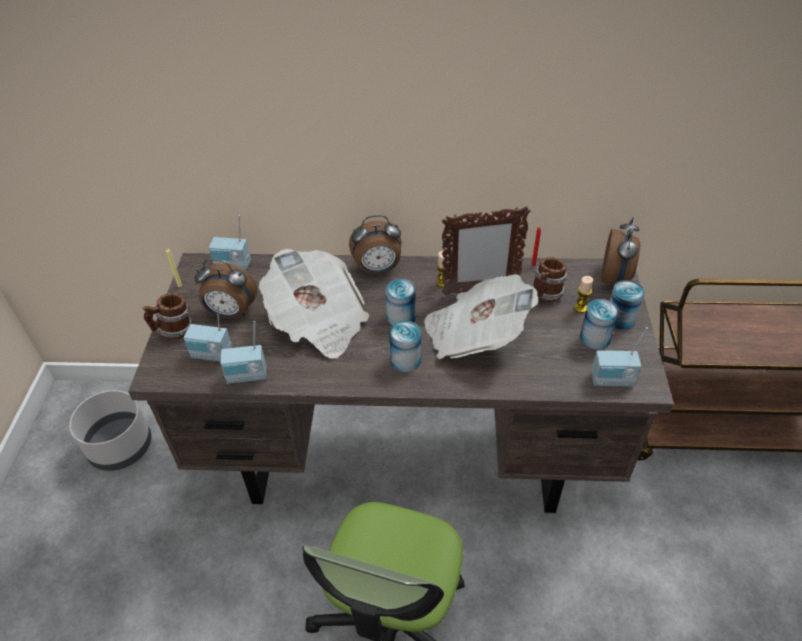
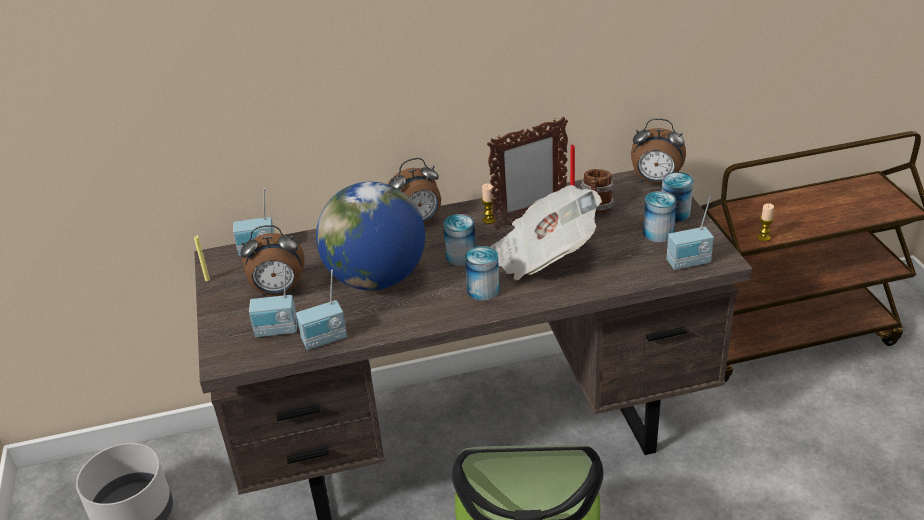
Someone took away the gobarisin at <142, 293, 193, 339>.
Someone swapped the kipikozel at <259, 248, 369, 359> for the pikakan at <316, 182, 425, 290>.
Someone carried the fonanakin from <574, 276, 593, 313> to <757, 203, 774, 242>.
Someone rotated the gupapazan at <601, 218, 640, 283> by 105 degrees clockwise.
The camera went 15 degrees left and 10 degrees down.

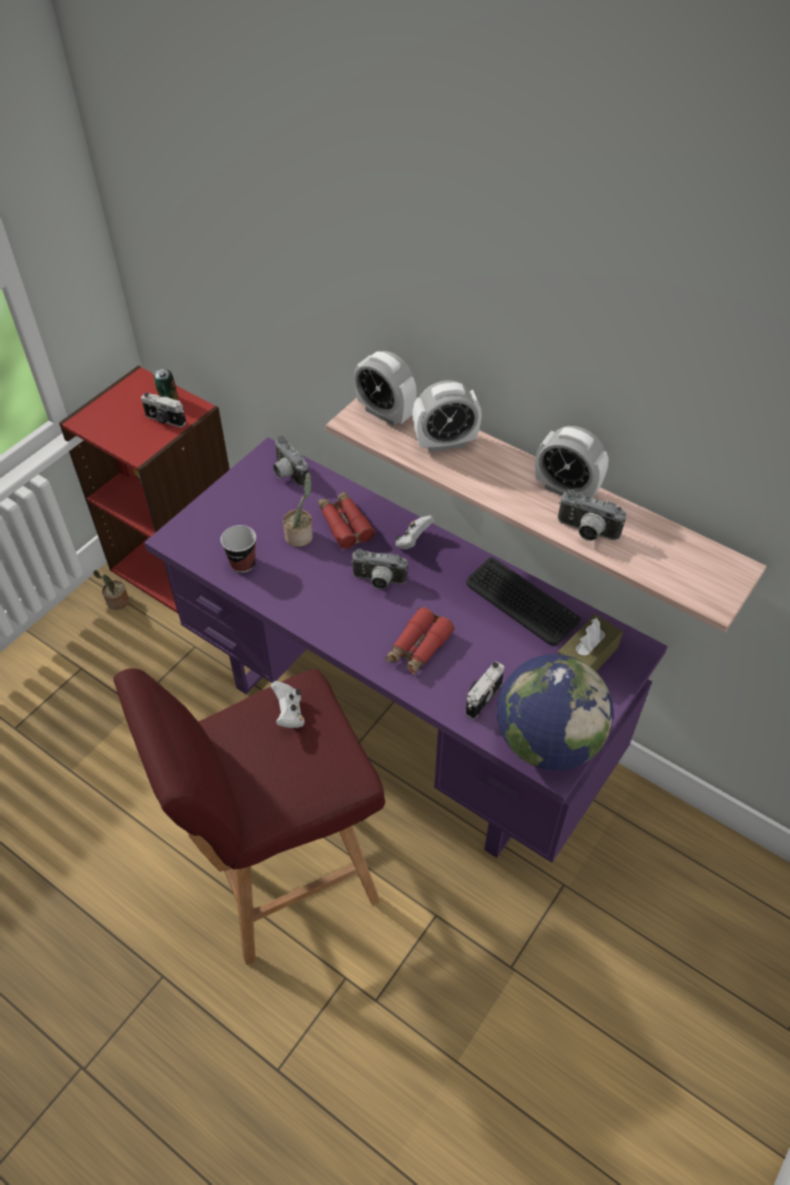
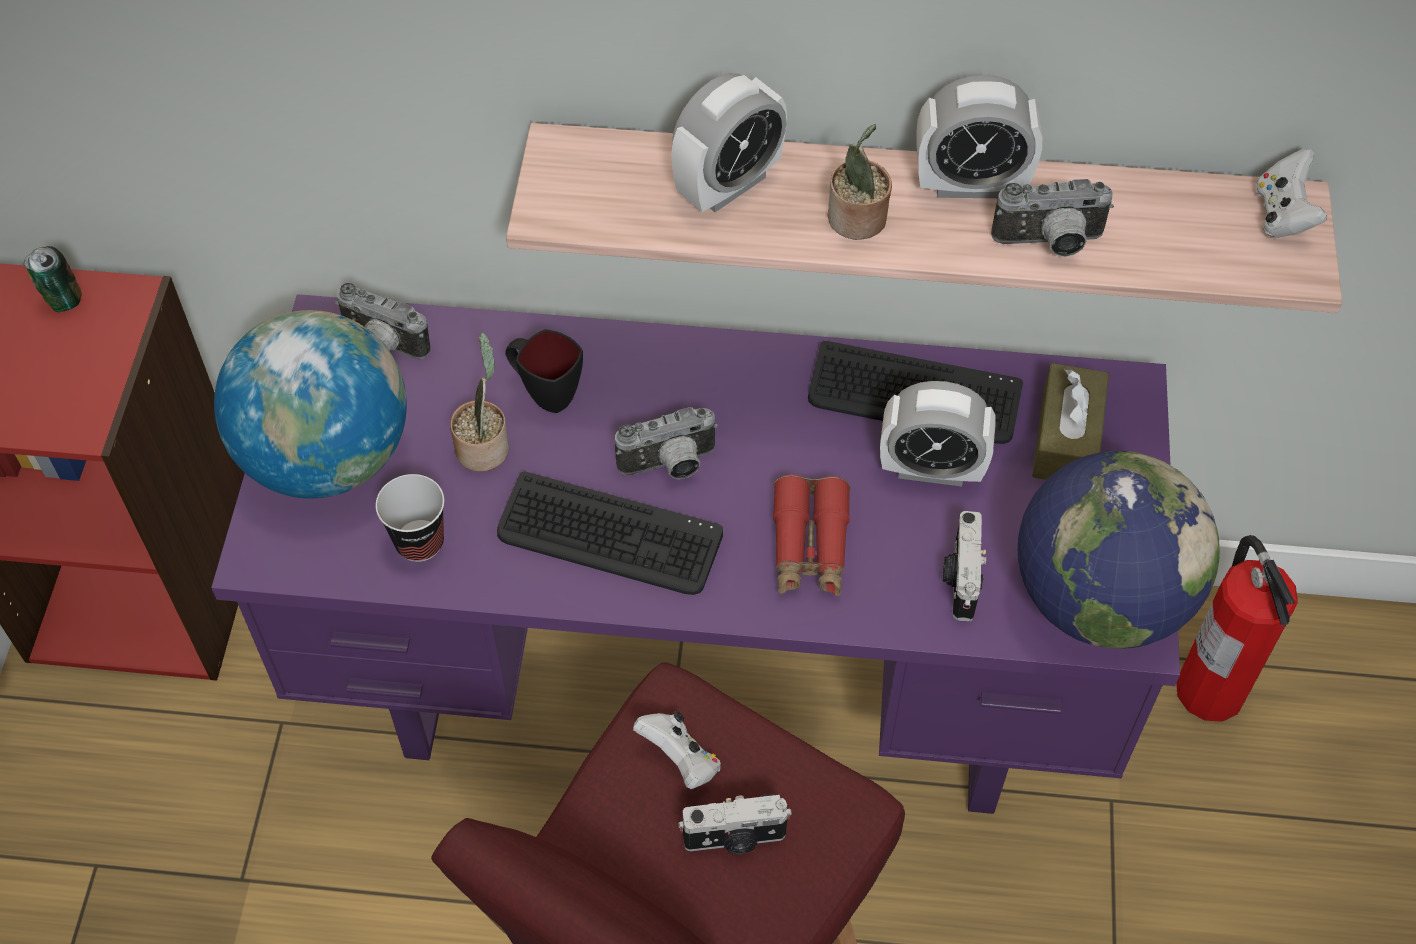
Someone carried the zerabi from <93, 570, 129, 610> to <828, 124, 892, 240>.
Someone carried the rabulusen from <141, 392, 186, 428> to <678, 794, 792, 854>.
Someone swapped the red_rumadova at <318, 491, 375, 549> for the black_gobarisin at <505, 329, 583, 413>.
Someone carried the gupapazan from <354, 351, 417, 426> to <880, 381, 996, 487>.
Someone carried the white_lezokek from <395, 515, 435, 549> to <1256, 149, 1327, 238>.
Someone put down the pikakan at <214, 310, 407, 499>.
Someone put down the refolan at <497, 472, 723, 595>.
Someone put down the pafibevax at <1176, 535, 1298, 722>.
The camera went 30 degrees left and 5 degrees up.

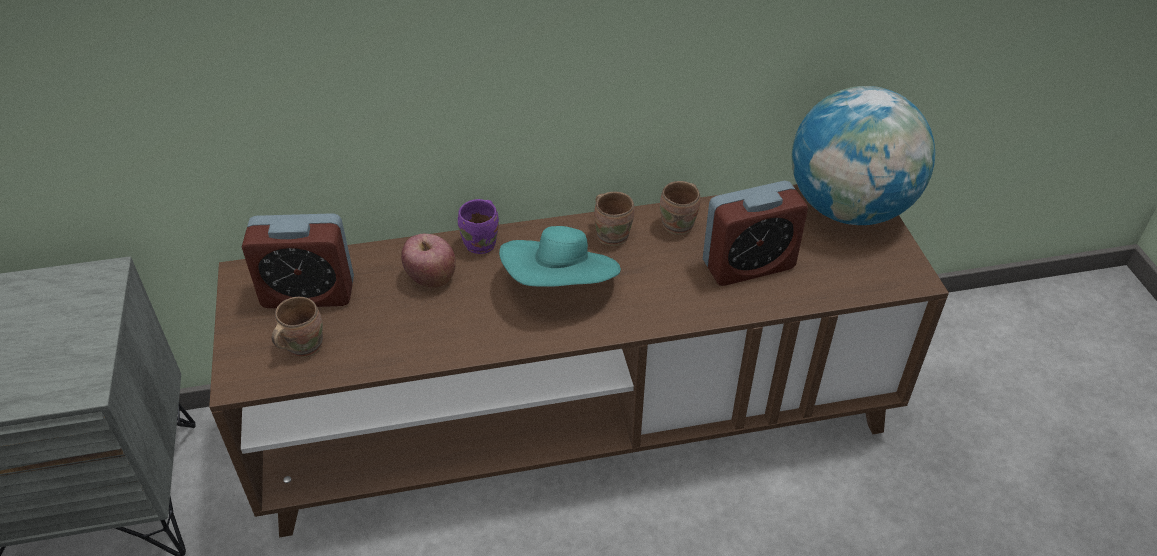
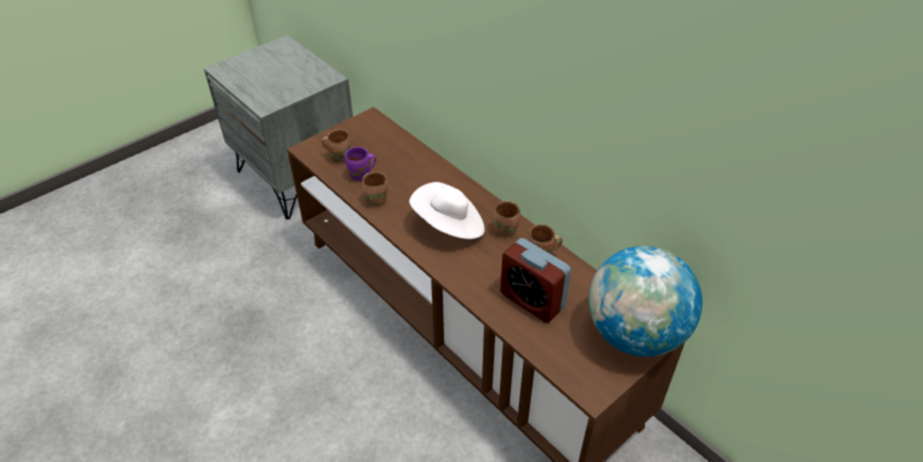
Someone took away the gupapazan at <242, 213, 354, 308>.
Someone took away the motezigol at <401, 234, 456, 288>.
Someone carried the purple_gobarisin from <458, 199, 499, 254> to <345, 147, 376, 181>.
Someone repainted the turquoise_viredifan at <499, 226, 621, 287>, which became the white_viredifan at <409, 182, 485, 239>.
Someone put down the brown_gobarisin at <362, 172, 388, 207>.
The camera went 60 degrees right and 0 degrees up.

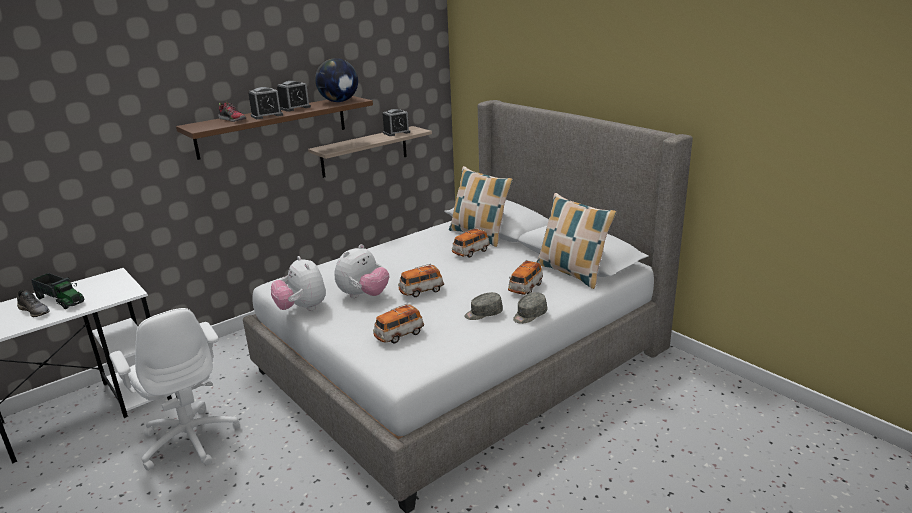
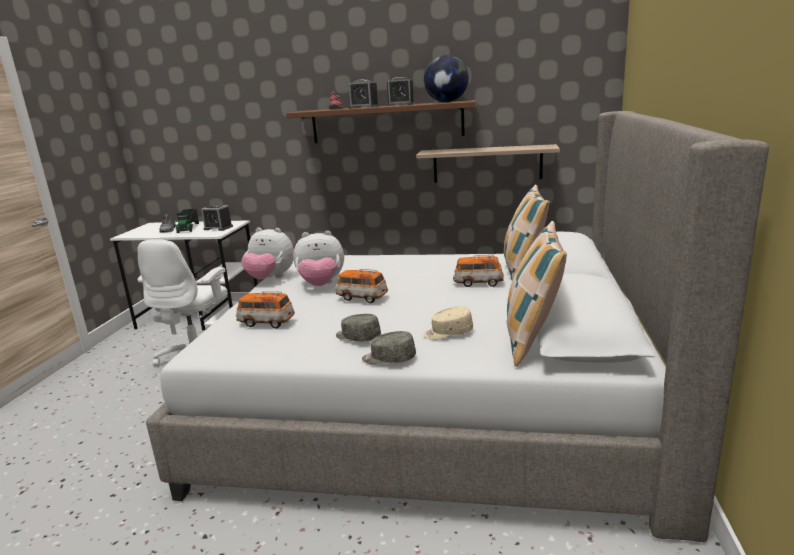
Someone rotated the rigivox at <271, 256, 326, 311> by 90 degrees counterclockwise.
Someone carried the gupapazan from <383, 109, 410, 136> to <201, 204, 233, 231>.
Someone swapped the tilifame at <508, 260, 543, 295> for the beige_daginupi at <423, 306, 473, 340>.
The camera went 50 degrees right and 5 degrees down.

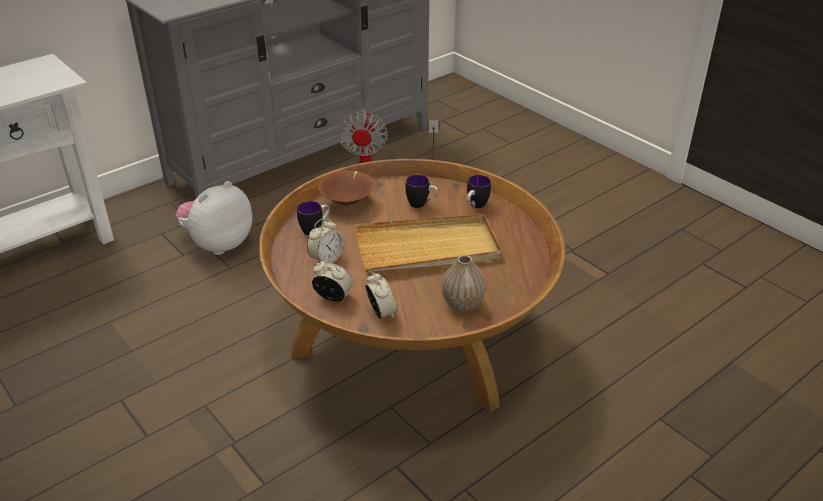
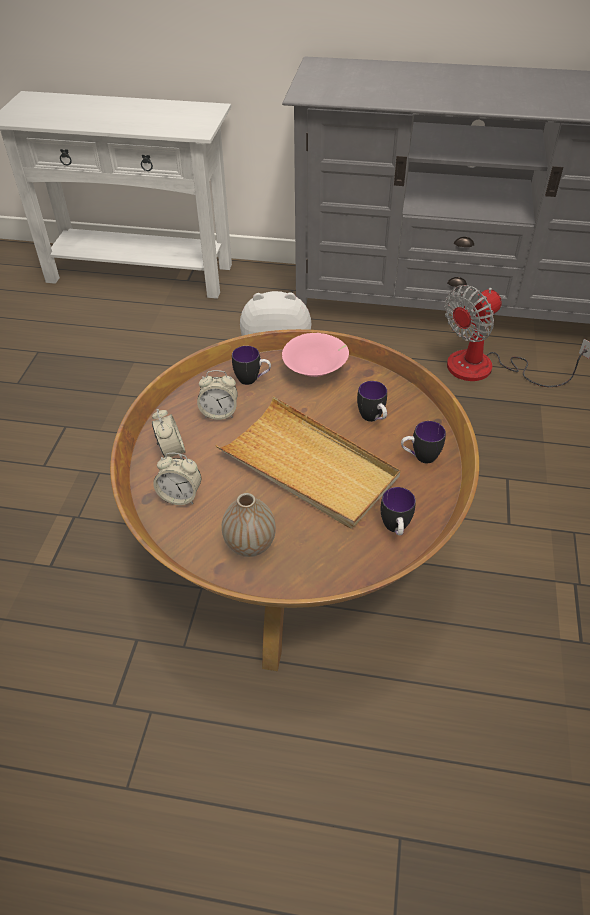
Someone repainted the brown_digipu at <318, 170, 374, 207>, which became the pink_digipu at <282, 333, 349, 377>.
Someone rotated the gupapazan at <366, 272, 398, 319> by 75 degrees clockwise.
Someone put down the gobarisin at <381, 487, 416, 535>.
The camera went 50 degrees right and 10 degrees up.

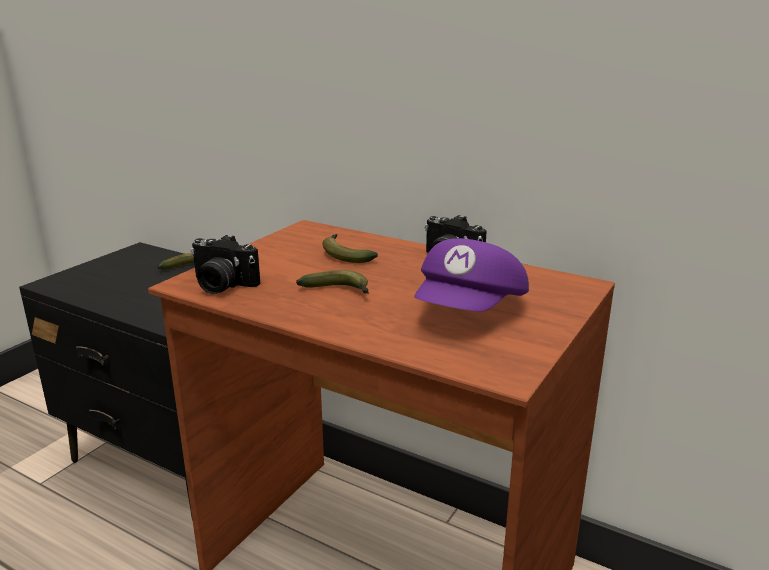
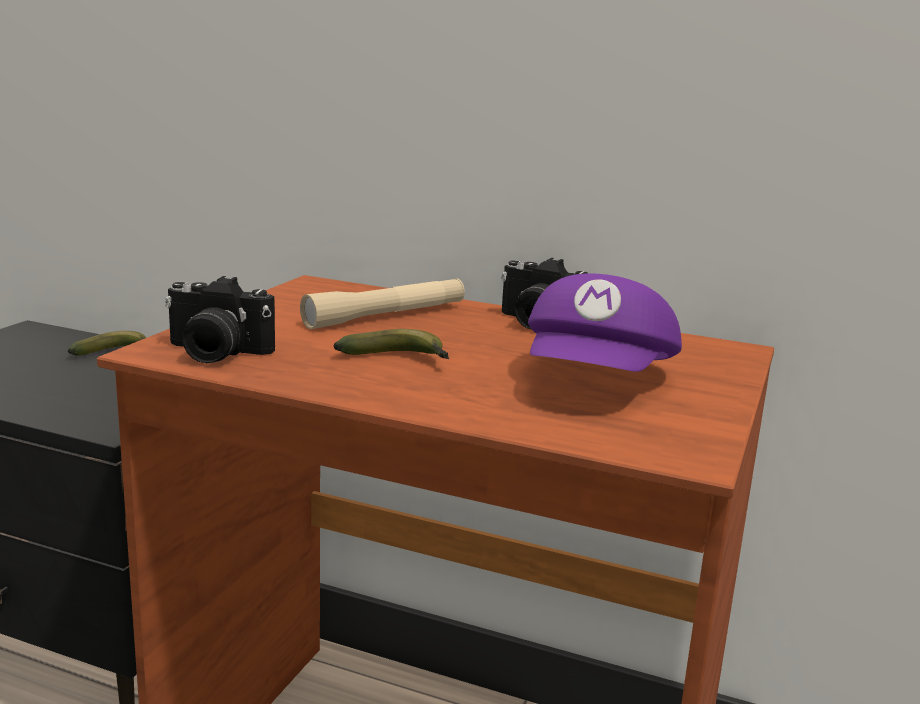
Someone swapped the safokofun at <322, 234, 378, 263> for the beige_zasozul at <300, 278, 465, 329>.
The camera went 10 degrees left and 5 degrees down.

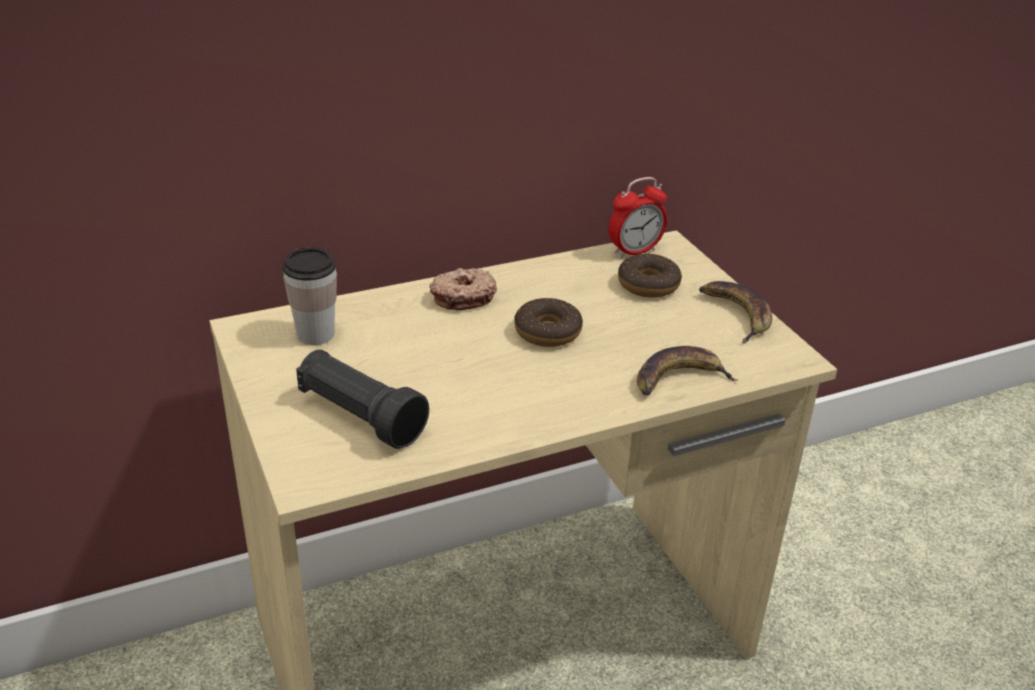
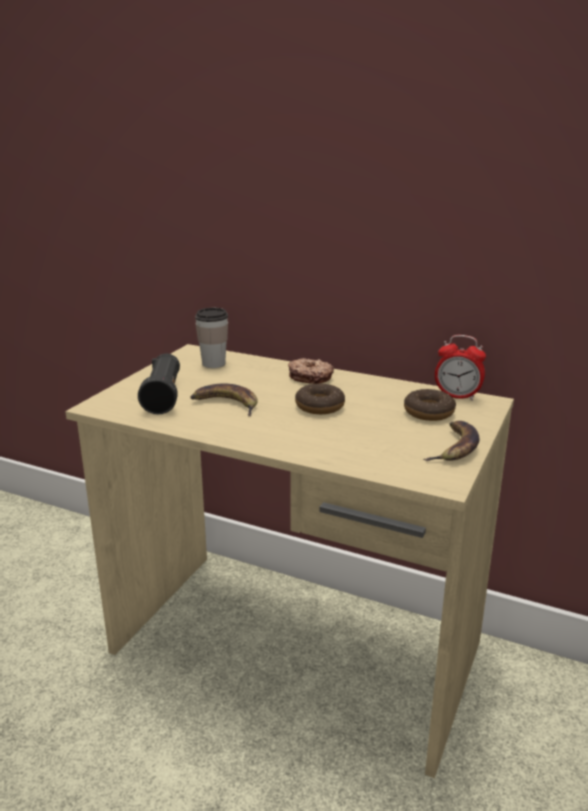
Someone carried the safokofun from <637, 346, 738, 395> to <190, 383, 258, 416>.
The camera went 50 degrees right and 10 degrees down.

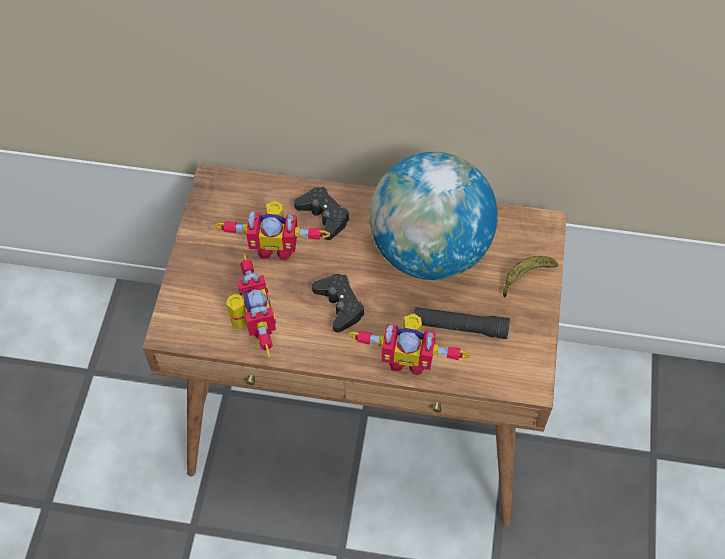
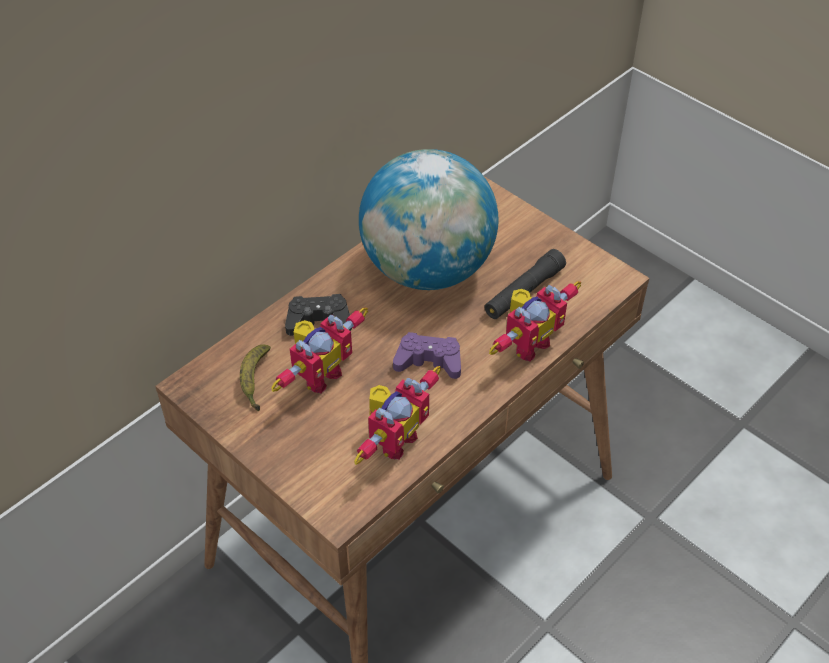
Someone rotated the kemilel at <226, 253, 276, 357> by 105 degrees clockwise.
Someone repainted the black_lezokek at <312, 274, 365, 333>, which became the purple_lezokek at <393, 332, 461, 379>.
Someone carried the safokofun from <503, 256, 558, 297> to <240, 344, 271, 412>.
The camera went 55 degrees left and 10 degrees down.

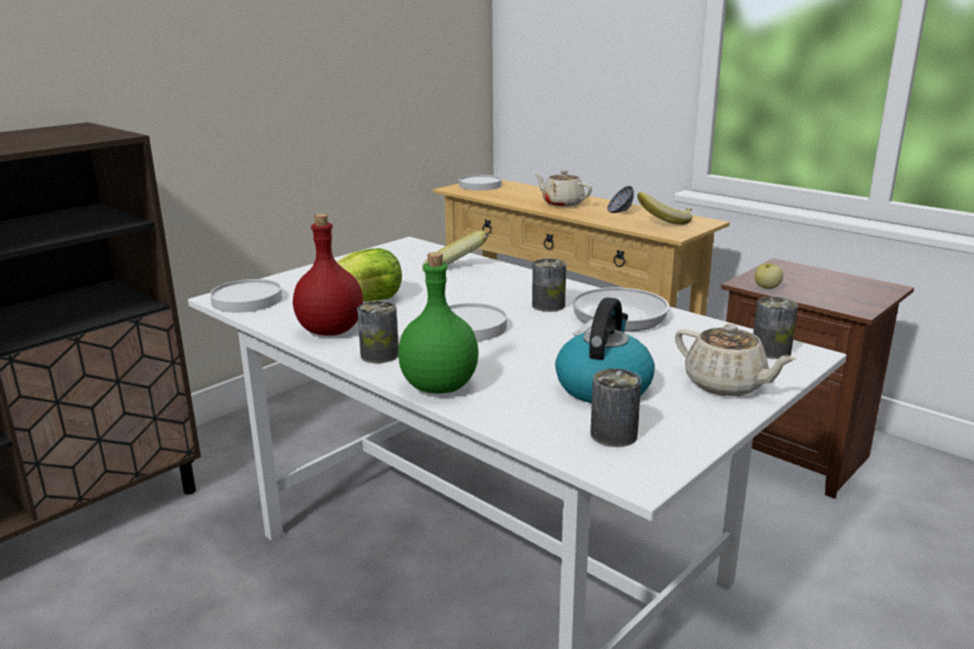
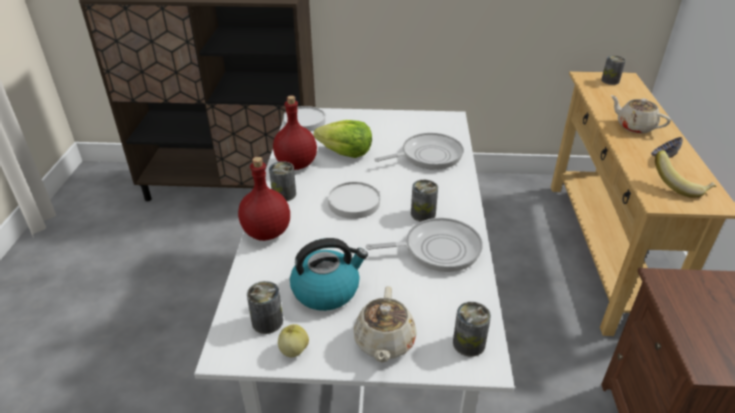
Someone repainted the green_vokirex at <398, 252, 479, 393>, which became the red_vokirex at <238, 157, 290, 241>.
Someone swapped the safokofun at <422, 231, 489, 272> for the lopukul at <374, 133, 464, 170>.
Someone swapped the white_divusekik at <459, 175, 502, 190> for the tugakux at <601, 56, 626, 85>.
Someone rotated the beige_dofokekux at <534, 170, 592, 207> by 45 degrees counterclockwise.
Someone carried the motezigol from <755, 263, 783, 289> to <278, 324, 309, 357>.
The camera went 50 degrees right and 15 degrees up.

